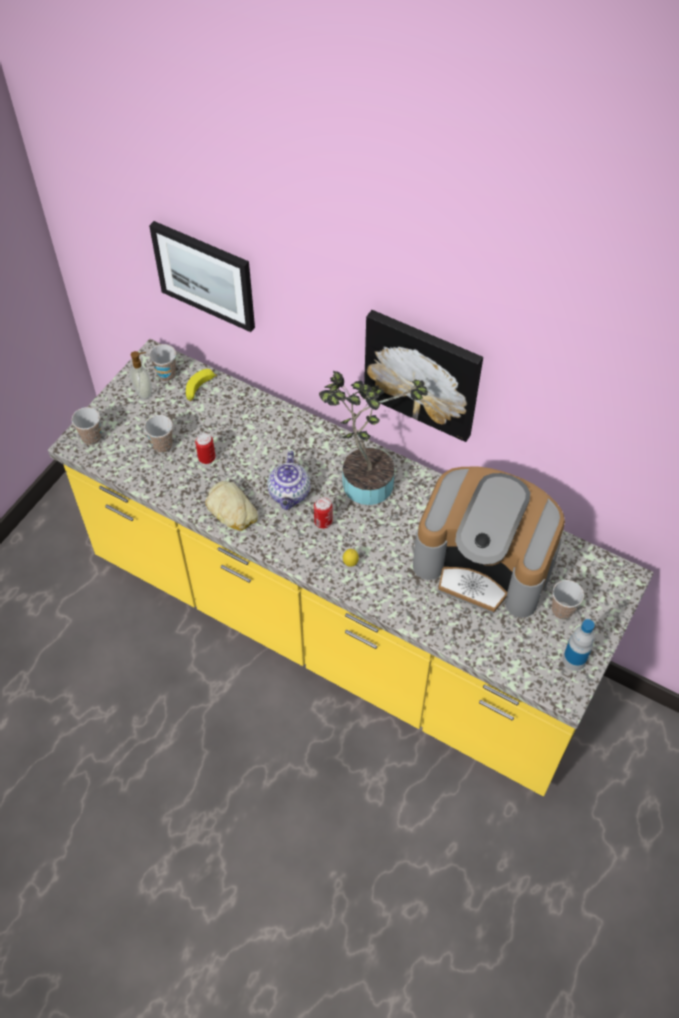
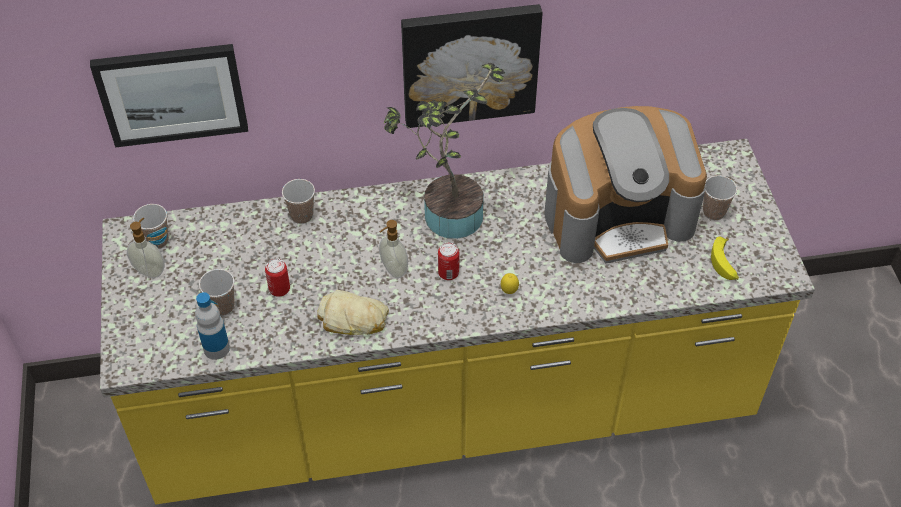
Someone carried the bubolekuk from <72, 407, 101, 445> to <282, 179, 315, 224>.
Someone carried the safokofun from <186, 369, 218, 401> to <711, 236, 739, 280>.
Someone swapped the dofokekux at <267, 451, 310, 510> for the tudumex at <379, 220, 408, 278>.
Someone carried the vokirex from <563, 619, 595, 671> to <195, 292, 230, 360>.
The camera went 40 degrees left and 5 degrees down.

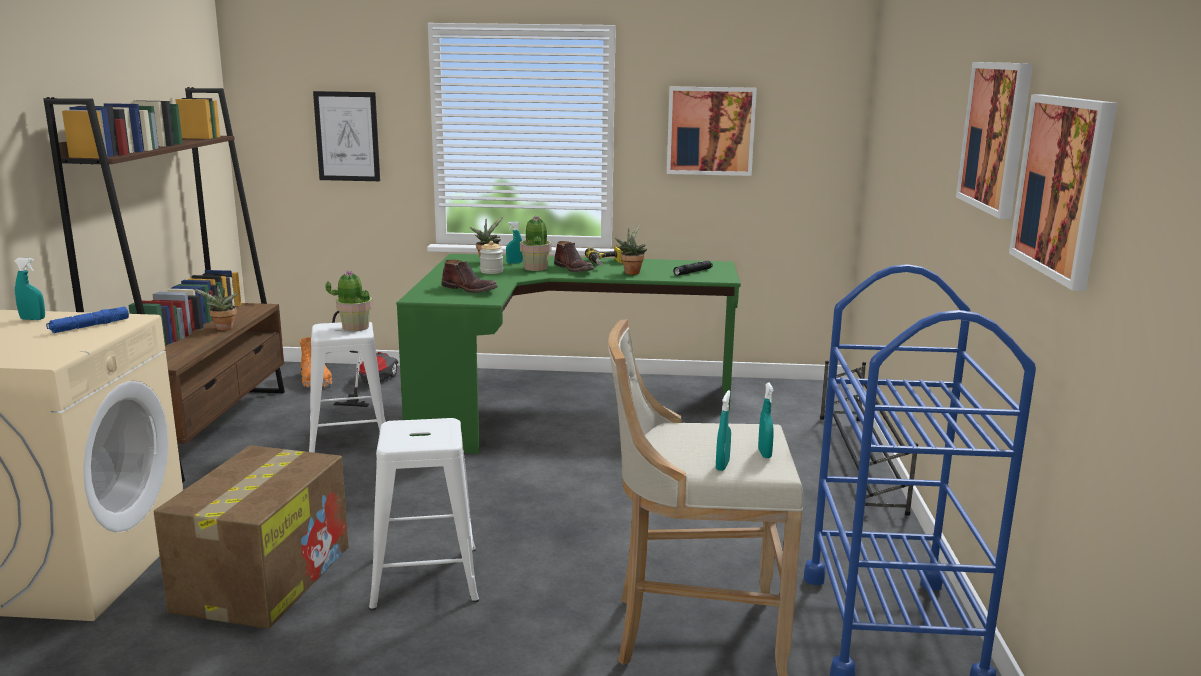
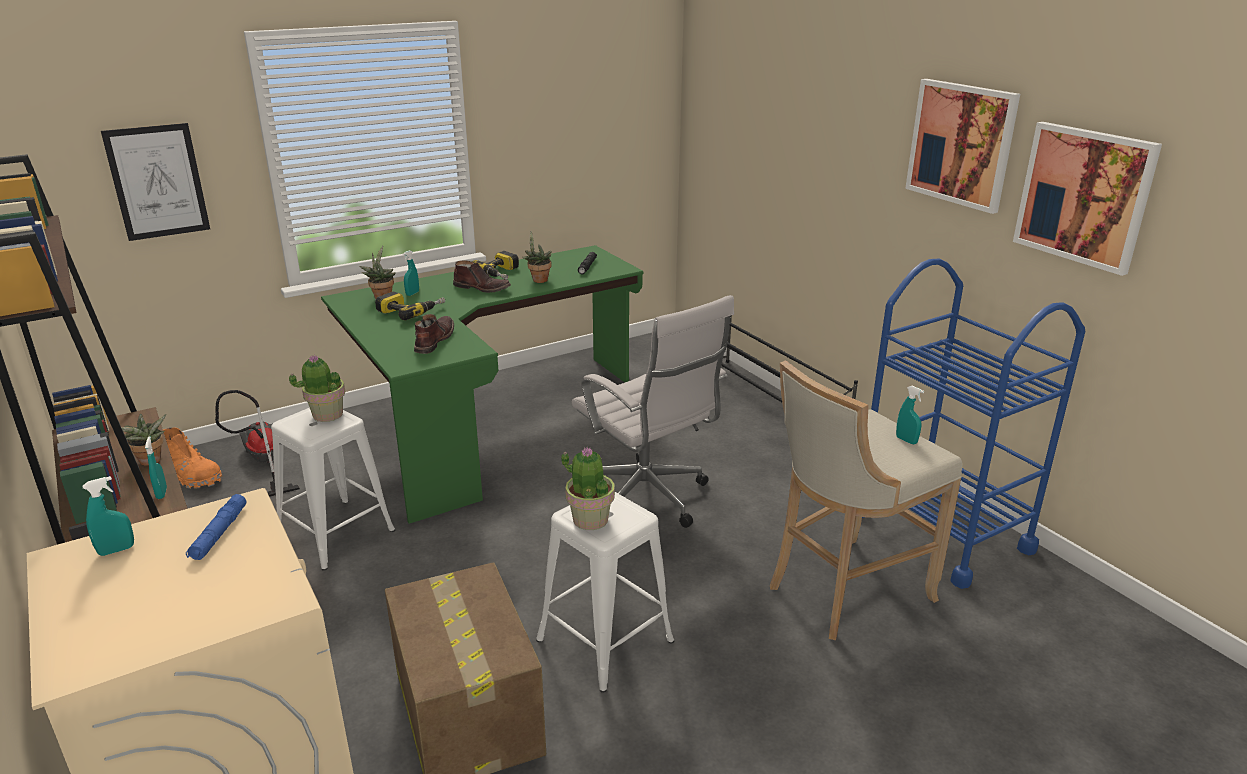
Someone rotated the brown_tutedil at <441, 260, 498, 293> by 75 degrees counterclockwise.
Someone swapped the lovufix at <480, 241, 503, 274> for the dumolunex at <375, 292, 445, 320>.
Someone carried the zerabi from <520, 216, 551, 271> to <561, 447, 615, 530>.
Someone took away the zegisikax at <667, 86, 757, 176>.
Someone carried the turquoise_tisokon from <716, 390, 731, 471> to <145, 436, 167, 499>.
Someone put down the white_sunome at <572, 295, 734, 528>.
The camera went 35 degrees left and 10 degrees up.

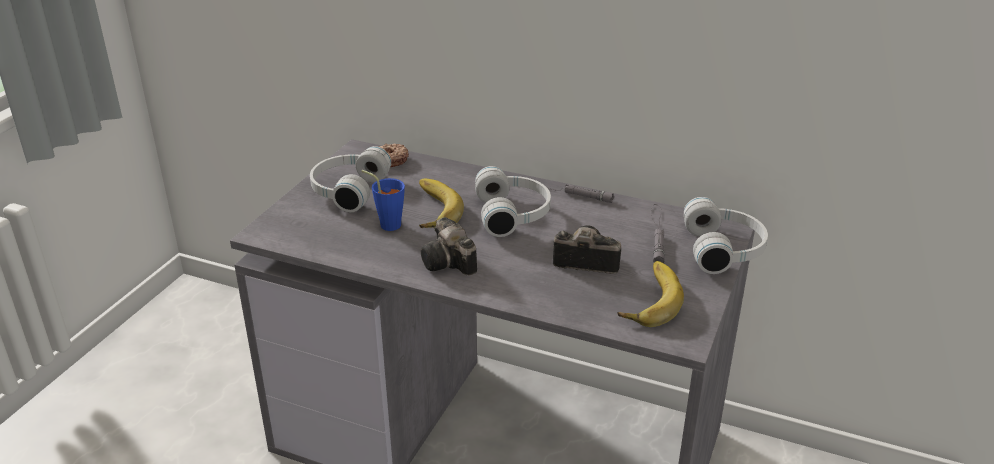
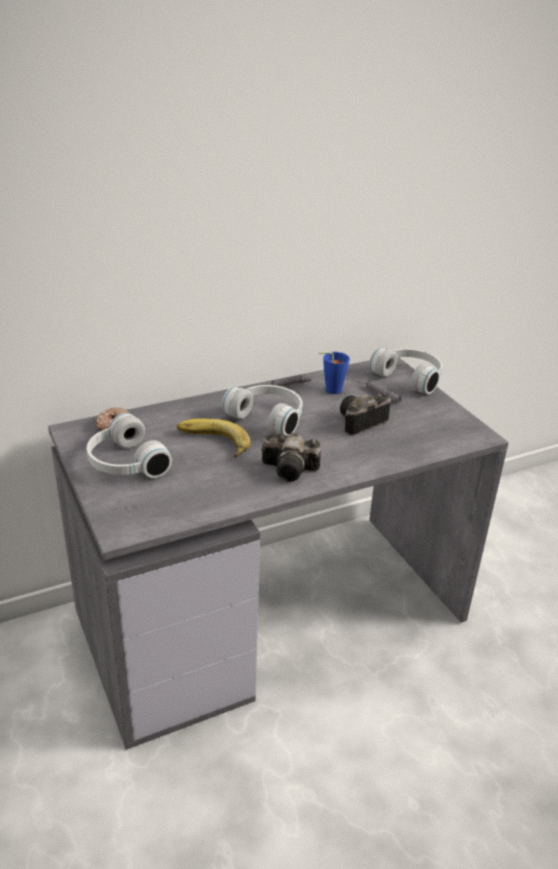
Someone carried the blue_bubolekuk from <362, 170, 405, 231> to <318, 352, 350, 394>.
Someone took away the safokofun at <617, 261, 684, 327>.
The camera went 50 degrees left and 0 degrees up.

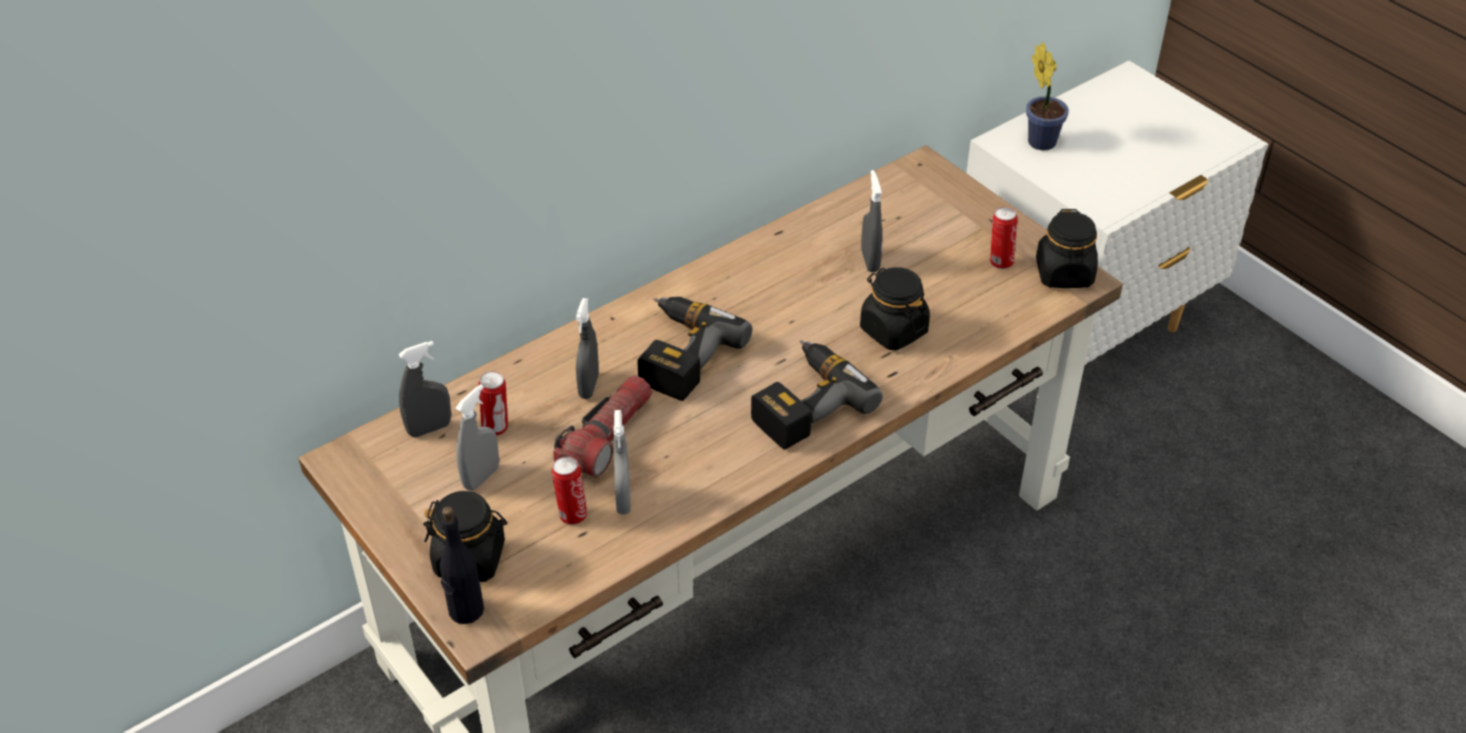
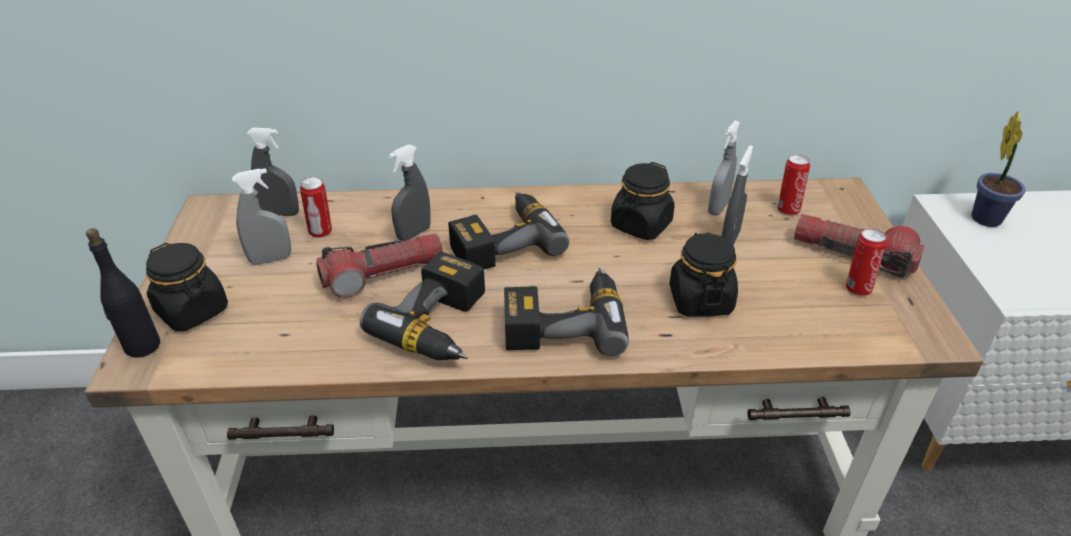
Someone carried the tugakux from <552, 456, 587, 525> to <778, 154, 810, 216>.
Someone carried the grey_tisokon from <613, 410, 631, 515> to <708, 121, 740, 216>.
Someone carried the black_lovufix from <1036, 209, 1098, 288> to <611, 162, 675, 240>.
Someone put down the dumolunex at <360, 251, 485, 360>.
Someone put down the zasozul at <794, 214, 925, 278>.
The camera went 35 degrees right and 5 degrees down.

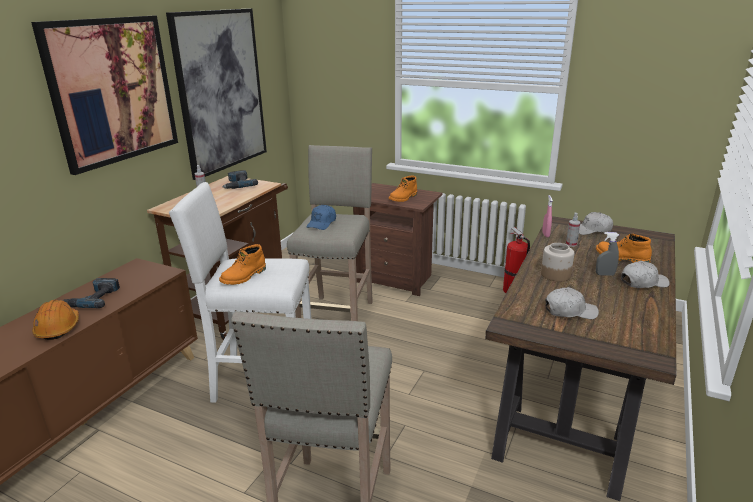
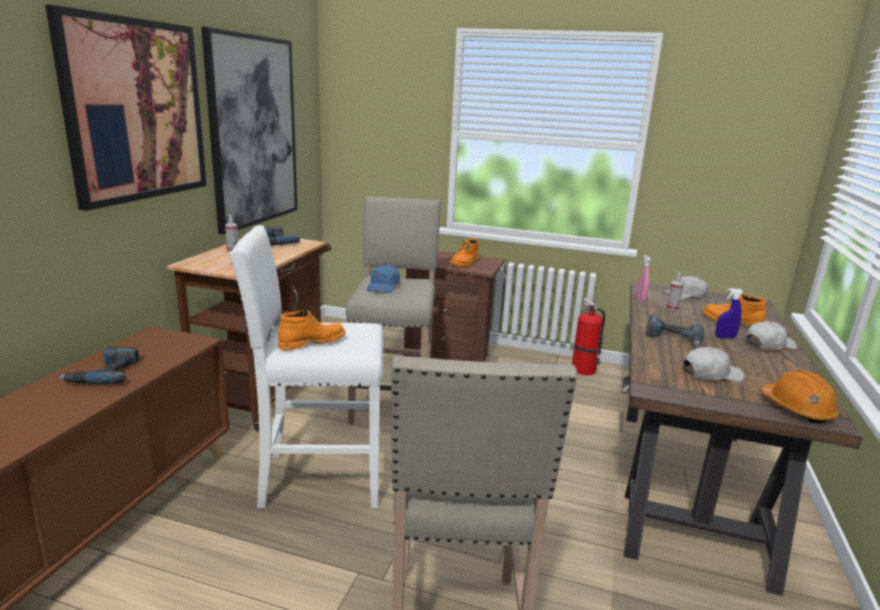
Someone carried the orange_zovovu from <32, 300, 79, 340> to <761, 370, 839, 423>.
Someone rotated the orange_tutedil at <219, 244, 266, 285> by 150 degrees counterclockwise.
Someone swapped the lovufix at <541, 243, 574, 281> for the dumolunex at <645, 316, 704, 347>.
Someone repainted the grey_tisokon at <596, 232, 619, 276>, which became the blue_tisokon at <715, 288, 743, 339>.
The camera went 10 degrees left and 5 degrees down.

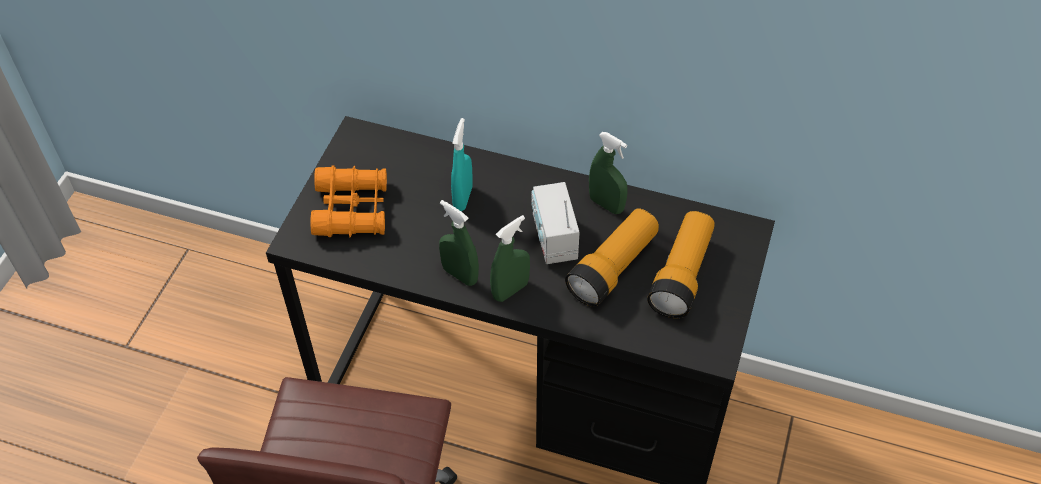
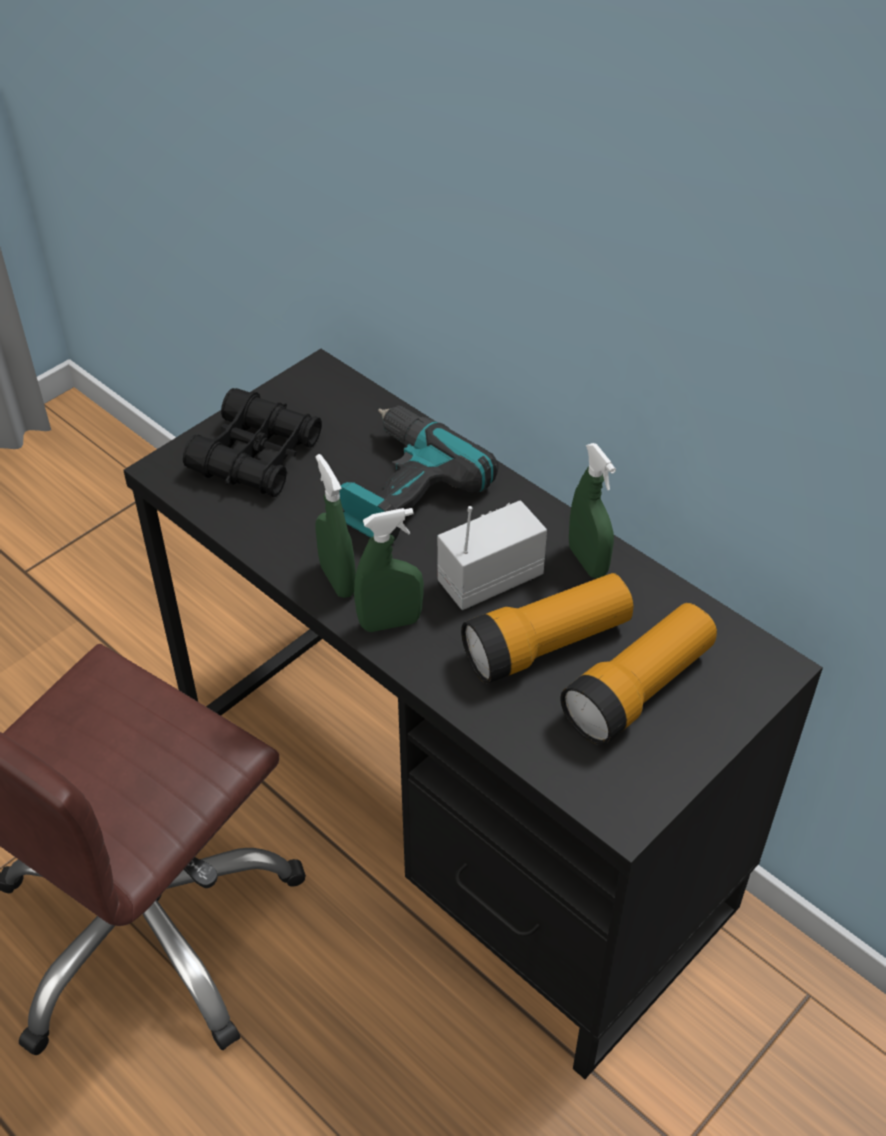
Someone repainted the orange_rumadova at <310, 165, 387, 238>, which became the black_rumadova at <183, 388, 322, 497>.
Someone swapped the turquoise_tisokon at <451, 118, 473, 211> for the dumolunex at <340, 405, 499, 541>.
Someone rotated the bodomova at <531, 182, 580, 264> by 45 degrees clockwise.
The camera went 25 degrees right and 5 degrees down.

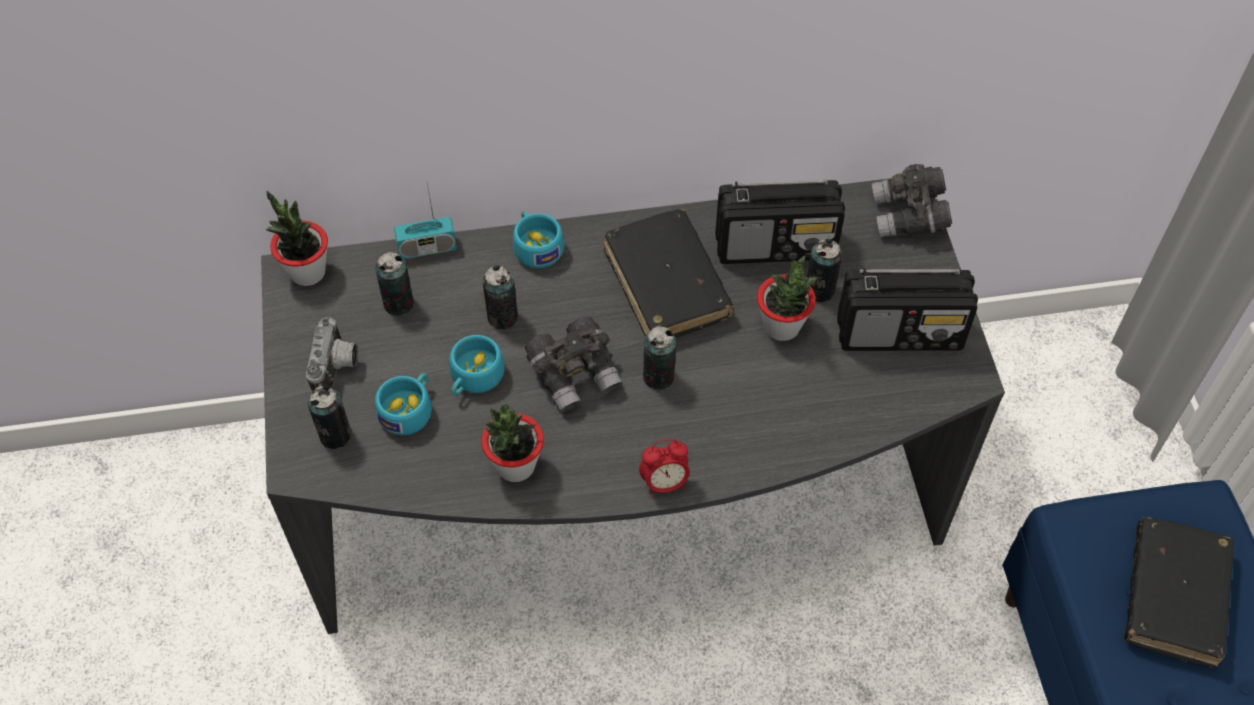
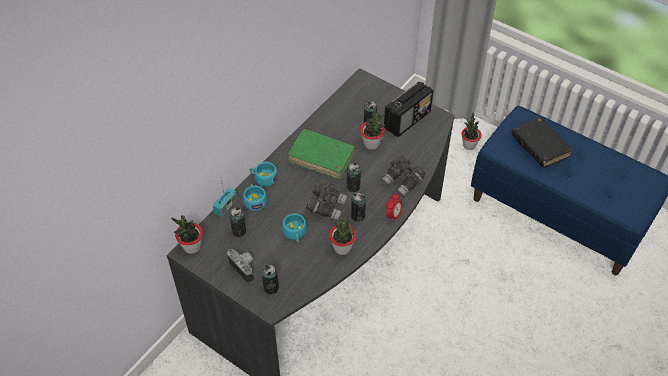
Someone carried the turquoise_bubolekuk from <375, 373, 432, 436> to <243, 184, 267, 211>.
Someone carried the tugakux from <483, 265, 518, 329> to <351, 193, 366, 222>.
Someone repainted the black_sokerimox at <604, 209, 734, 338>, which became the green_sokerimox at <288, 129, 355, 179>.
Someone took away the bodomova at <715, 179, 845, 264>.
Someone carried the grey_rumadova from <872, 164, 952, 237> to <381, 156, 426, 197>.
Someone put down the zerabi at <462, 112, 482, 150>.
The camera went 45 degrees left and 5 degrees down.

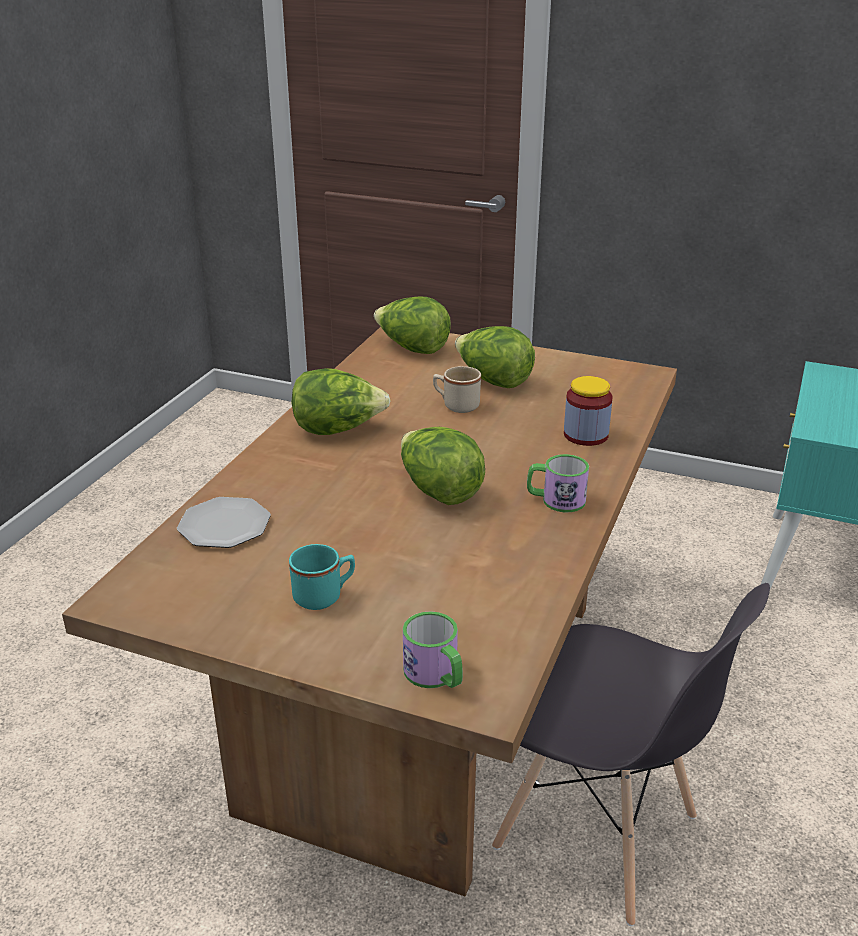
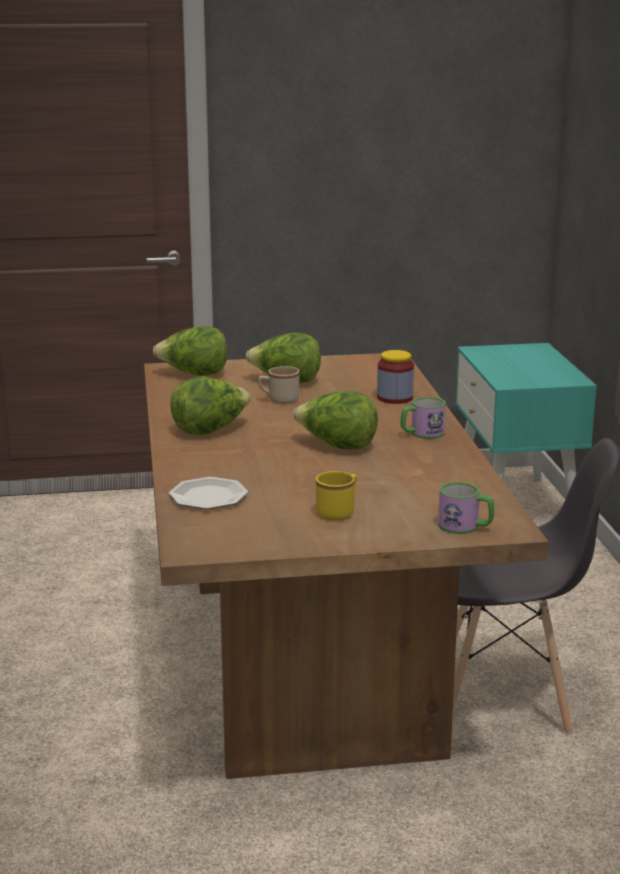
Someone repainted the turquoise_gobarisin at <289, 544, 355, 610>, which became the yellow_gobarisin at <316, 471, 357, 520>.
The camera went 30 degrees left and 10 degrees down.

